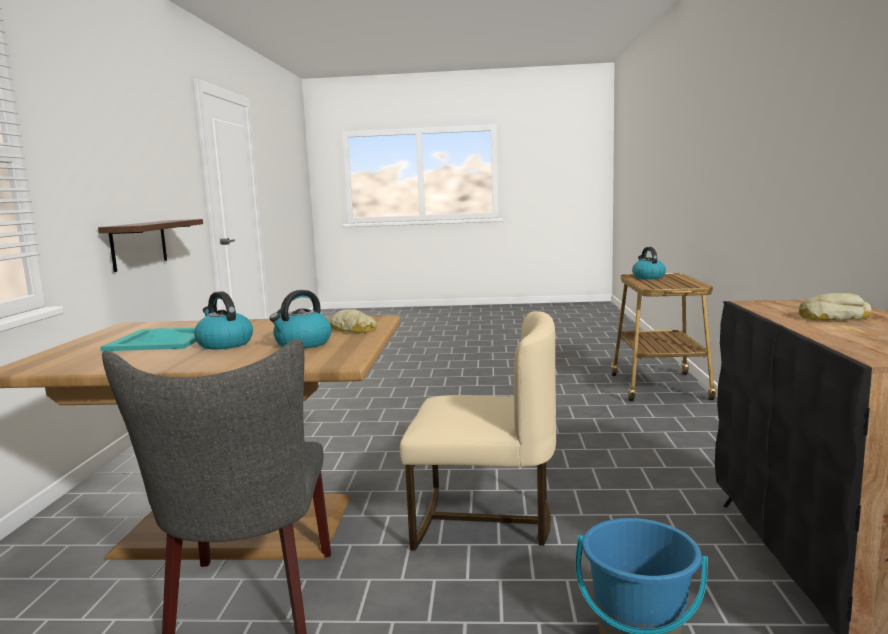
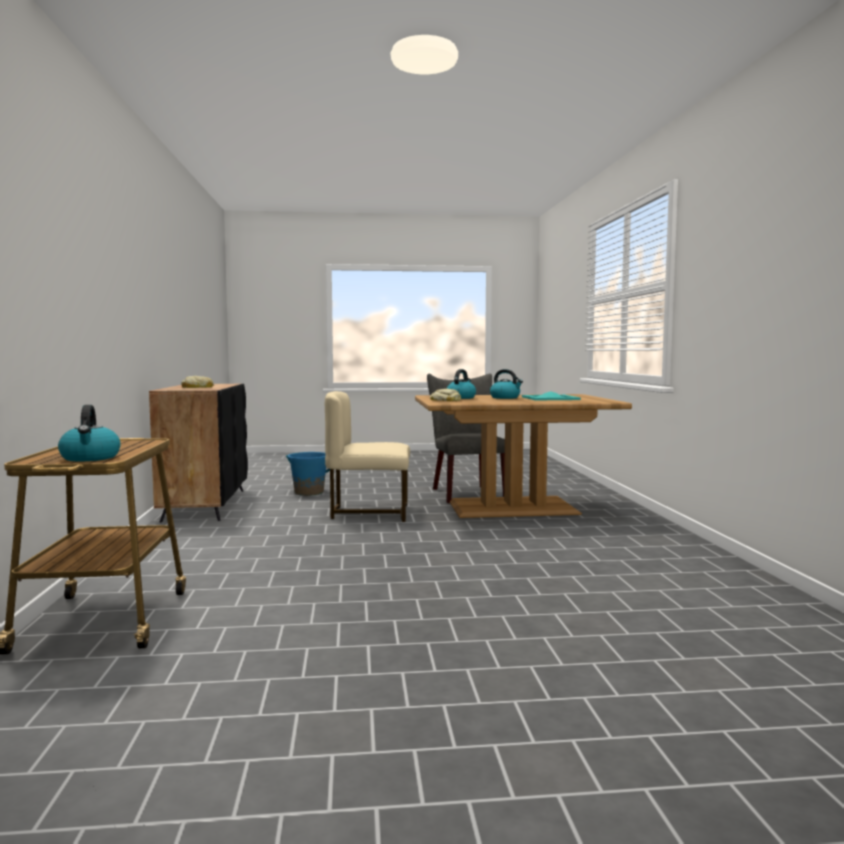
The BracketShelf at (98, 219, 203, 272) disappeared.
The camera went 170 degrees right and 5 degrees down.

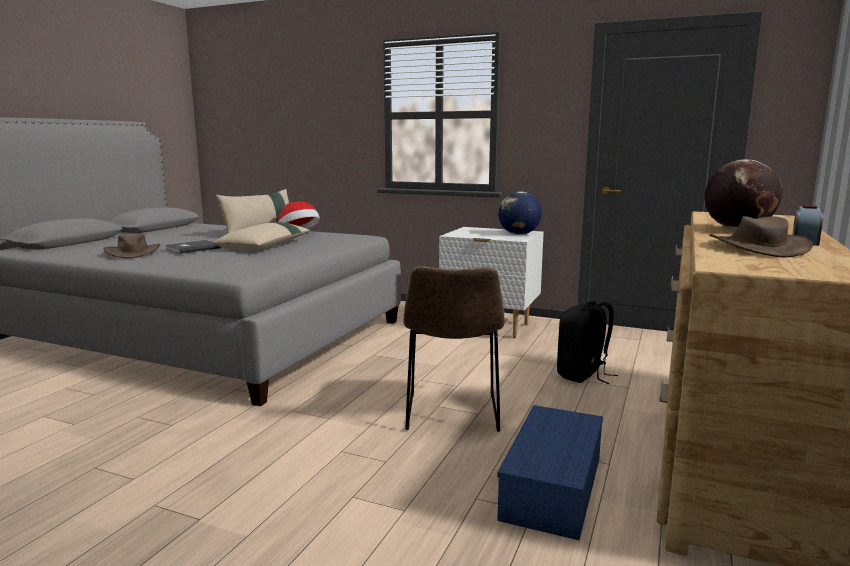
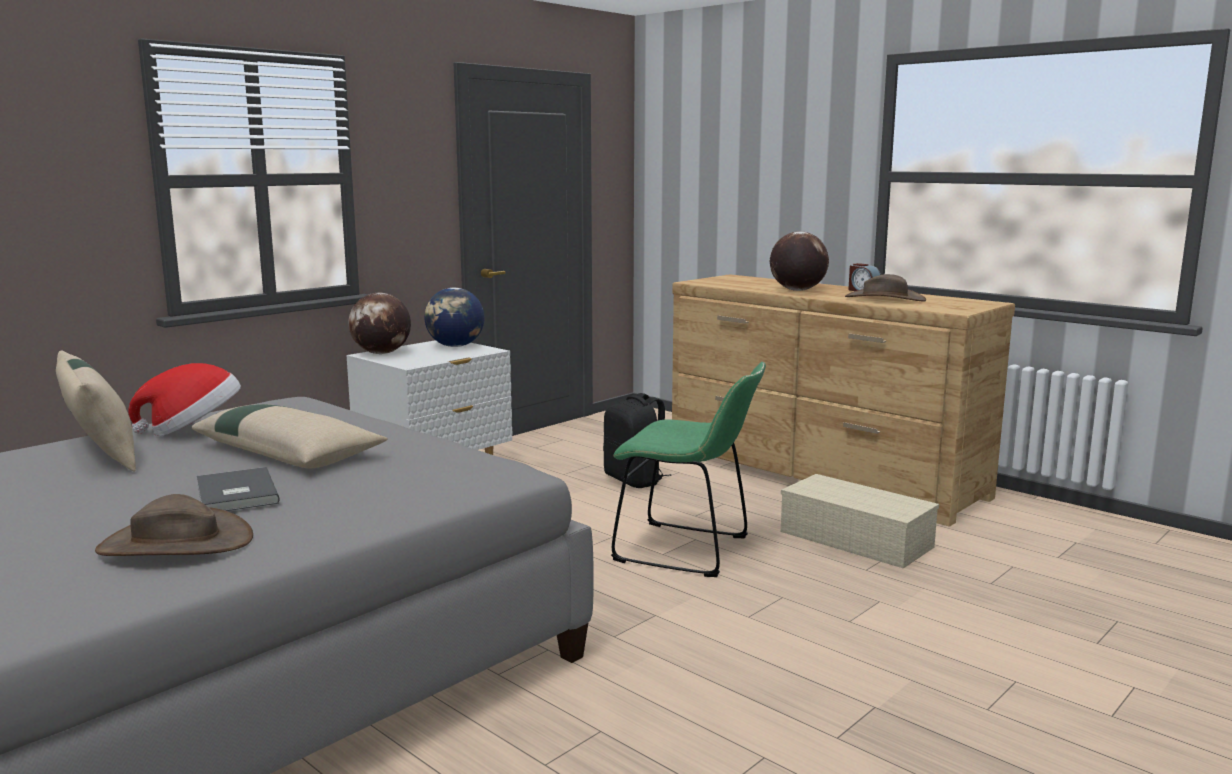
The DeskGlobe at (348, 293, 411, 354) appeared.
The BrownColouredChair at (403, 266, 505, 432) became the GreenishChair at (611, 362, 766, 577).
The BlueStorageContainer at (497, 405, 603, 540) became the BeigeColouredStorageContainer at (781, 474, 939, 568).
The camera went 70 degrees left and 0 degrees up.

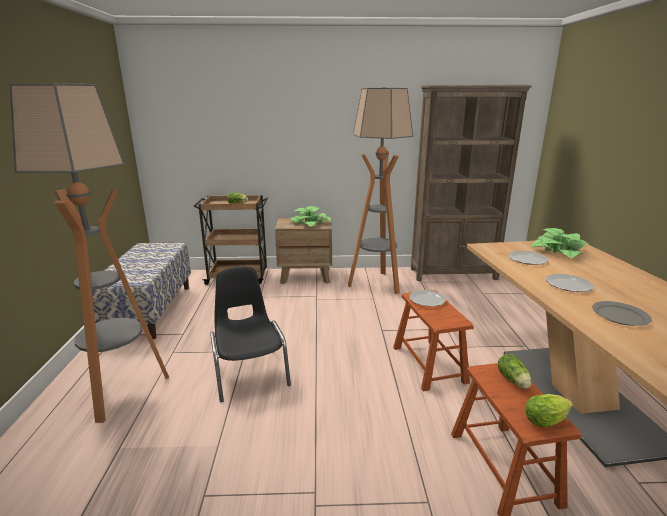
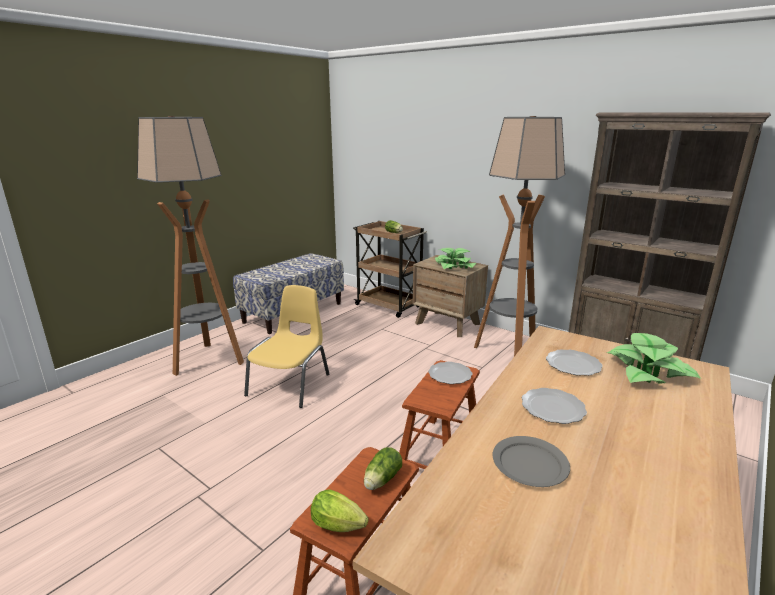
The BlackChair at (210, 267, 291, 402) became the YellowChair at (244, 285, 329, 408).
The camera went 40 degrees right and 0 degrees up.

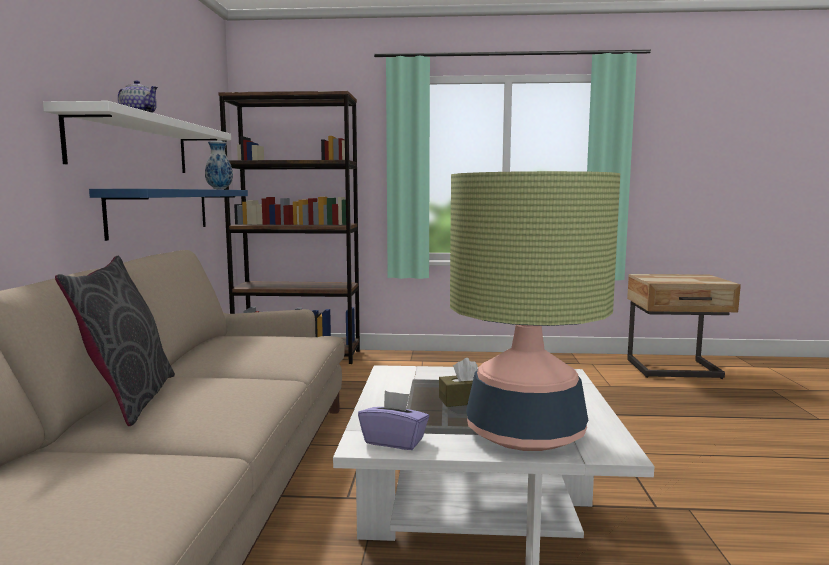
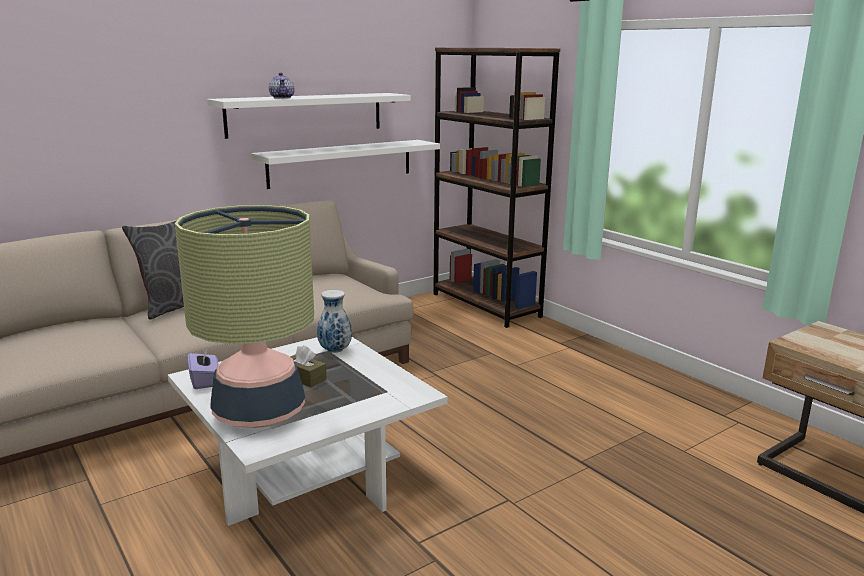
The BlueBracketShelf at (89, 189, 248, 241) became the WhitishBracketShelf at (251, 140, 440, 189).
The Vase moved from (205, 141, 233, 190) to (317, 290, 352, 353).
The camera went 50 degrees right and 10 degrees up.

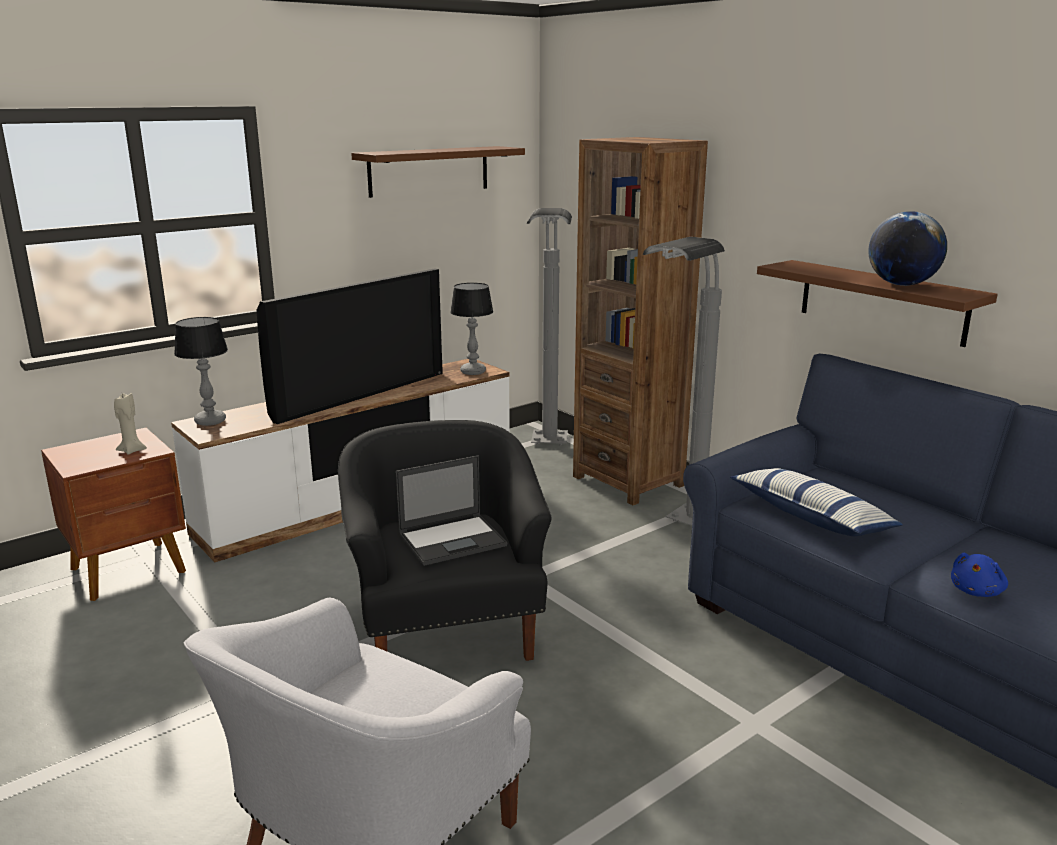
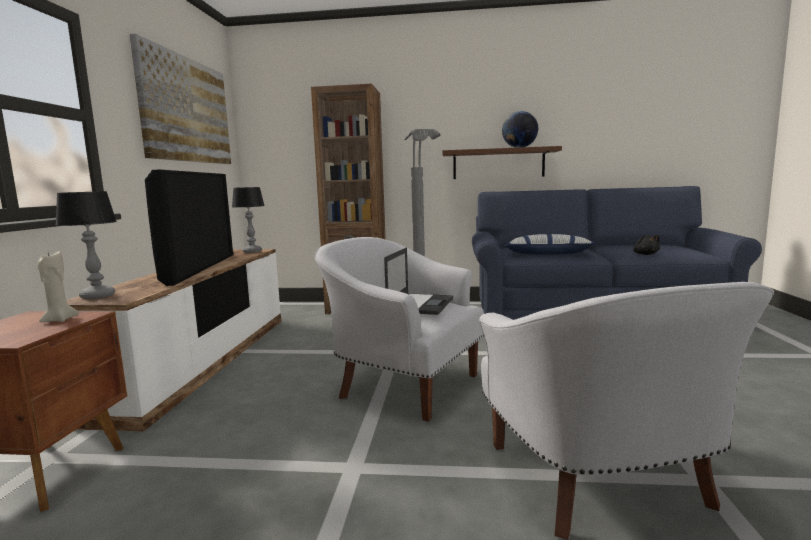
The BrownColouredBracketShelf at (351, 146, 525, 198) was replaced by the WallPicture at (130, 34, 231, 164).
The BlackArmchair at (338, 420, 552, 661) became the WhitishArmchair at (315, 237, 484, 422).
The BluePlushToy at (951, 553, 1008, 597) became the BlackPlushToy at (633, 235, 660, 255).
The GrayStandardLamp at (527, 208, 572, 446) disappeared.
The camera went 45 degrees left and 10 degrees down.

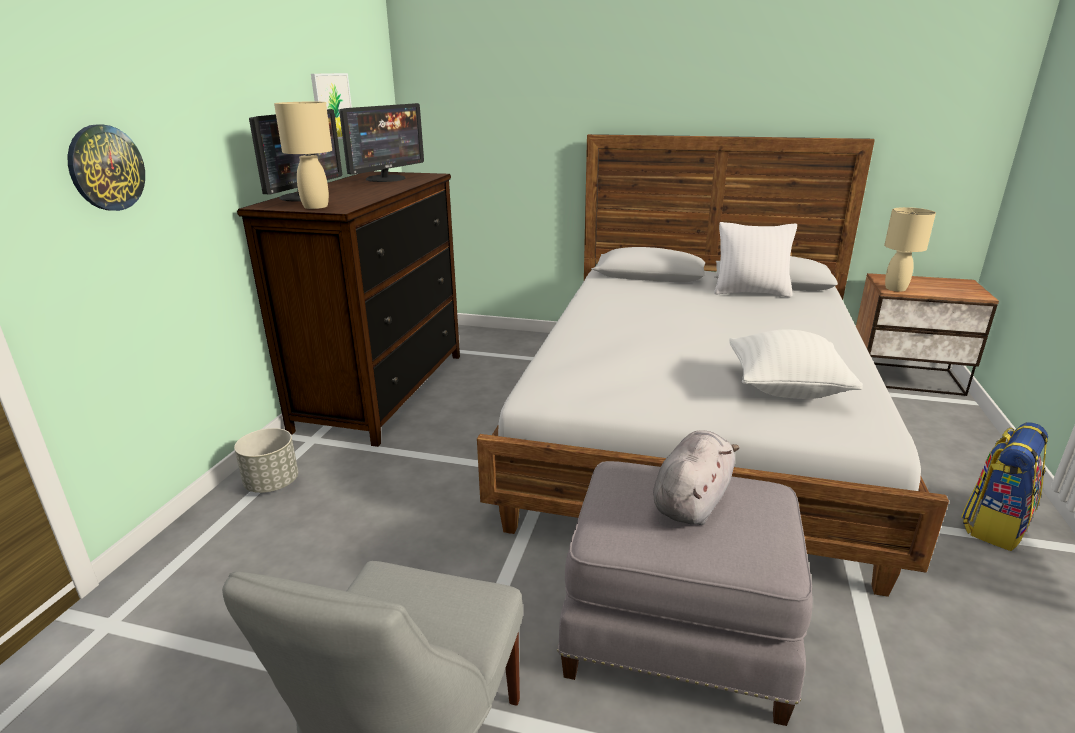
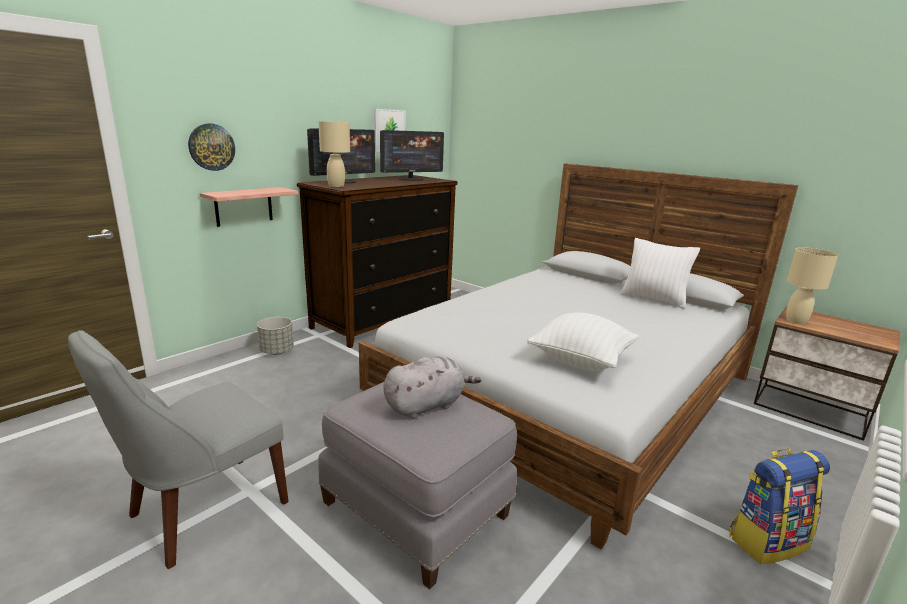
The BracketShelf at (200, 187, 299, 227) appeared.
The camera went 25 degrees right and 5 degrees down.

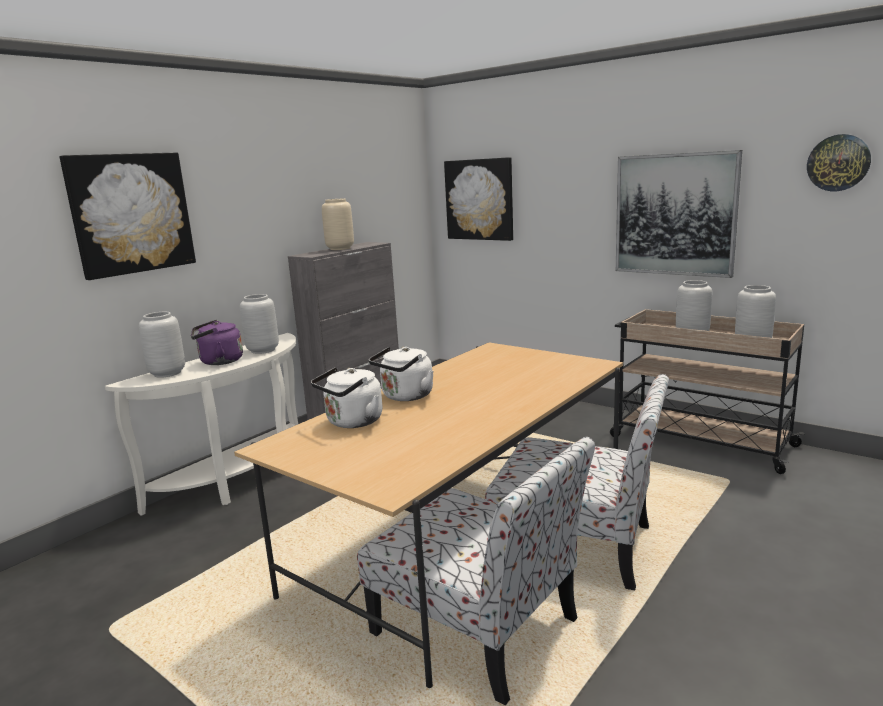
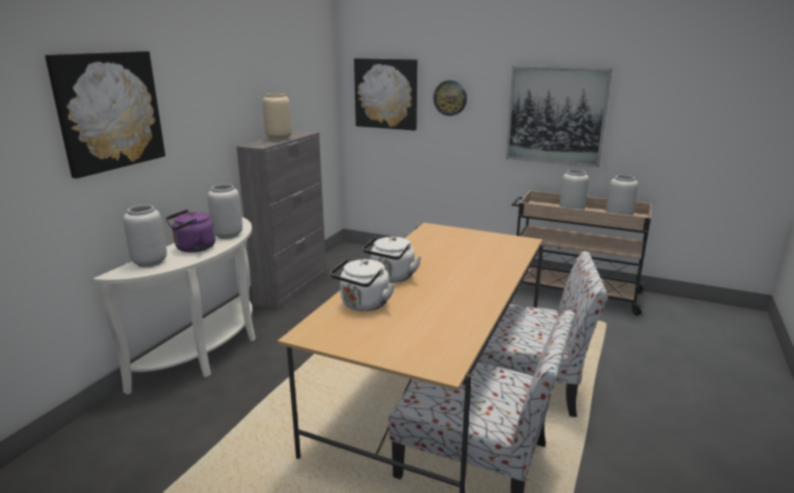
The HangingClock moved from (807, 134, 871, 191) to (433, 80, 467, 116).
The camera went 15 degrees left and 5 degrees up.

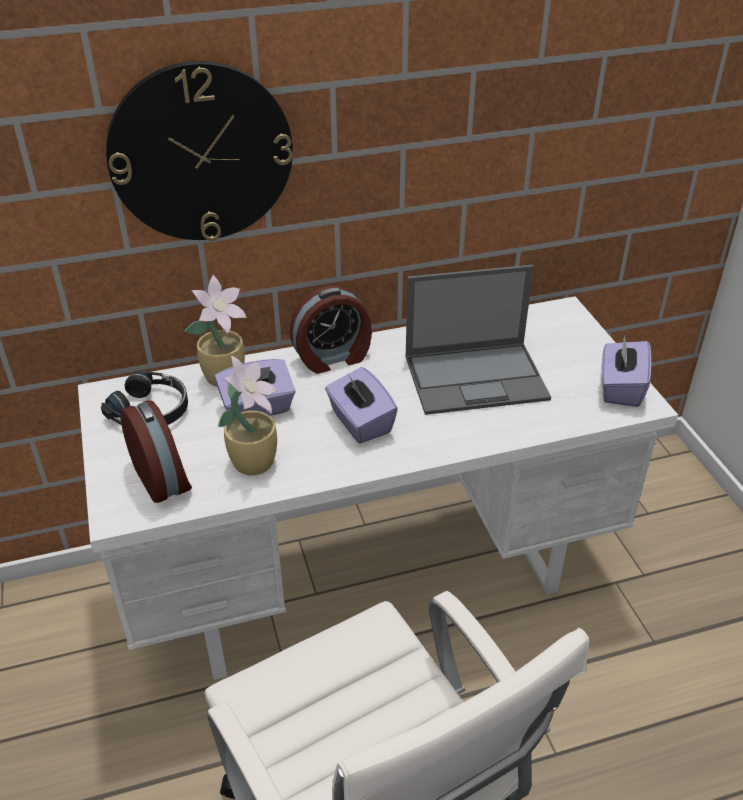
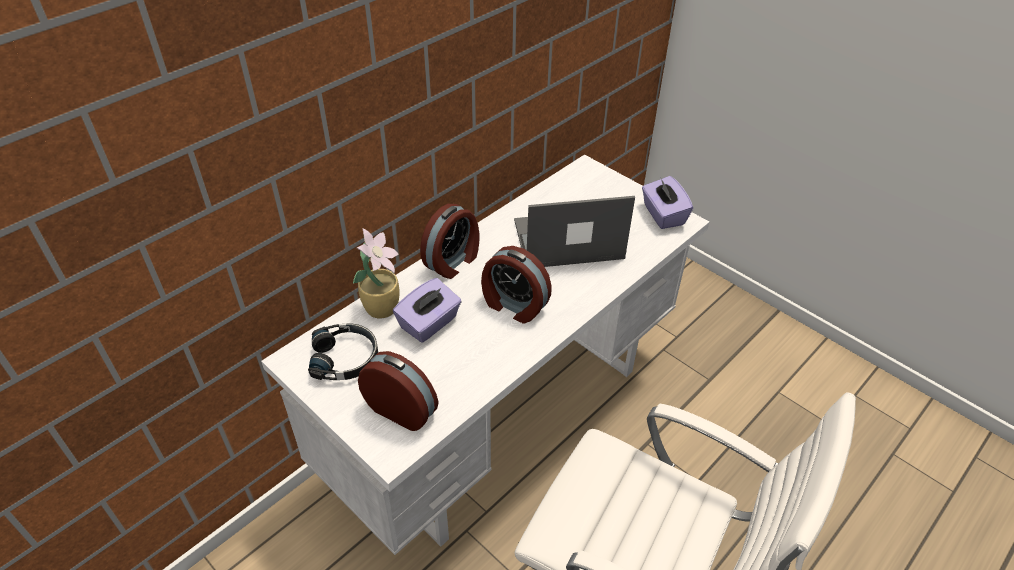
The PurpleColouredTissueBox at (325, 367, 398, 443) was replaced by the TableClock at (481, 246, 552, 324).
The PortableComputer at (405, 265, 551, 415) turned 150 degrees counterclockwise.
The HangingClock at (106, 61, 293, 241) disappeared.
The PlantInAPot at (218, 356, 277, 475) disappeared.
The camera went 30 degrees left and 5 degrees up.

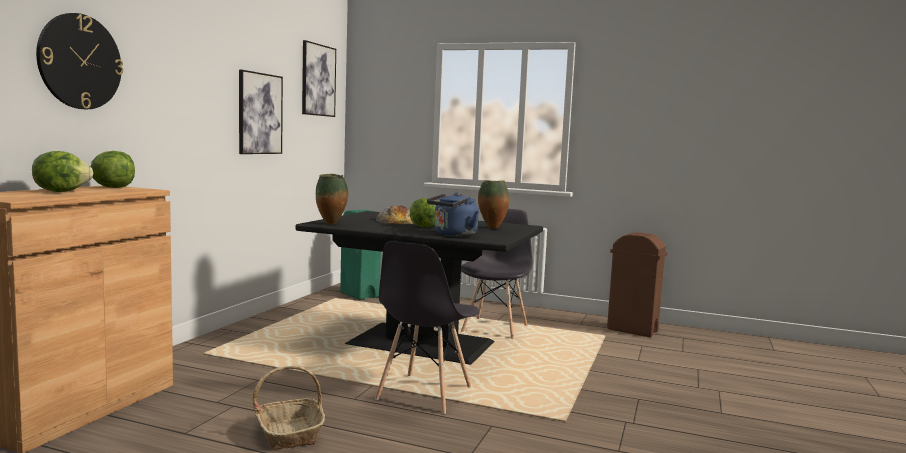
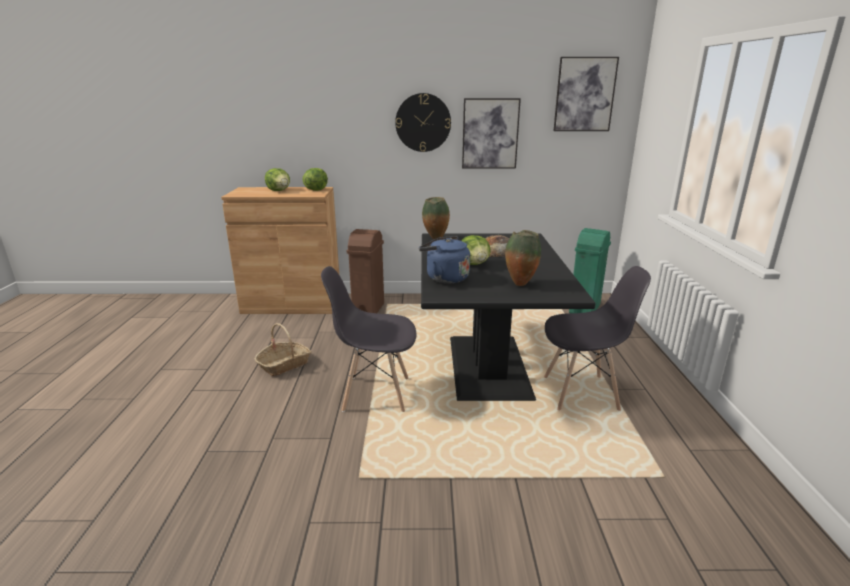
The BrownColouredWasteBin moved from (607, 232, 668, 337) to (347, 229, 384, 313).
The HangingClock moved from (36, 13, 123, 109) to (395, 93, 451, 152).
The camera went 70 degrees right and 15 degrees up.

